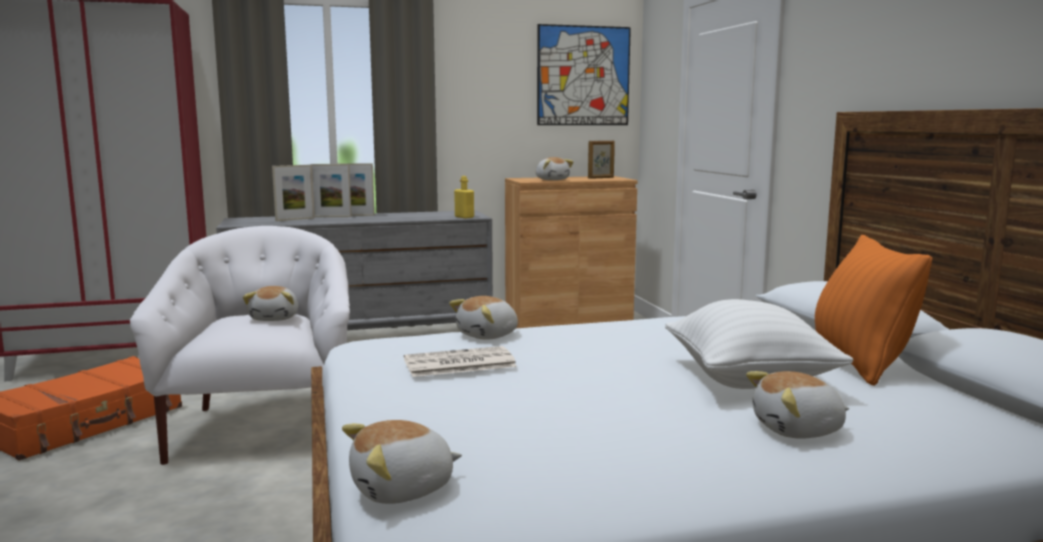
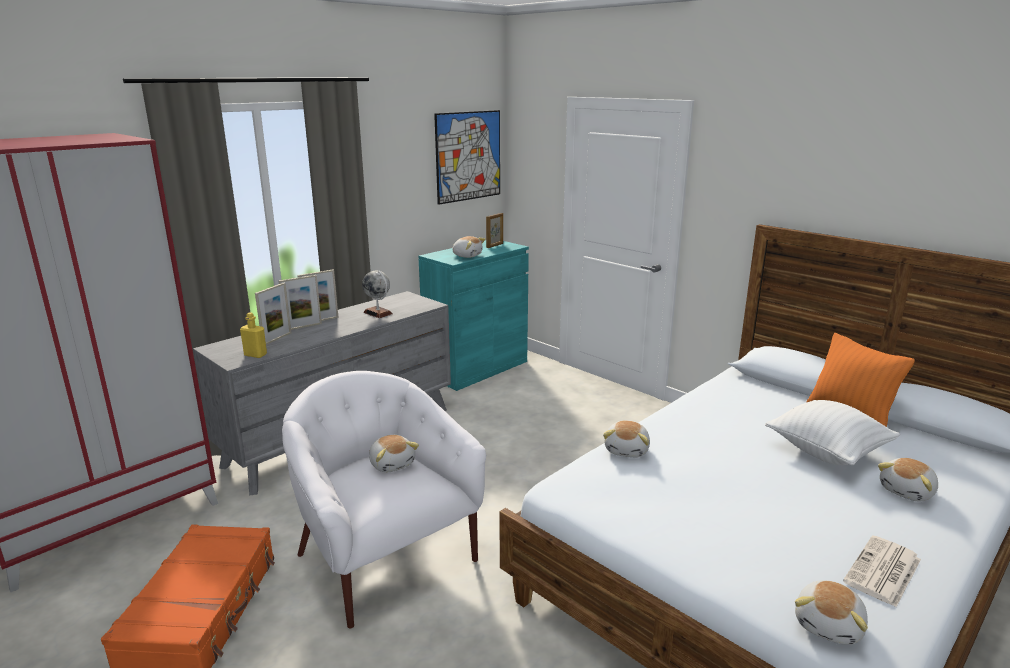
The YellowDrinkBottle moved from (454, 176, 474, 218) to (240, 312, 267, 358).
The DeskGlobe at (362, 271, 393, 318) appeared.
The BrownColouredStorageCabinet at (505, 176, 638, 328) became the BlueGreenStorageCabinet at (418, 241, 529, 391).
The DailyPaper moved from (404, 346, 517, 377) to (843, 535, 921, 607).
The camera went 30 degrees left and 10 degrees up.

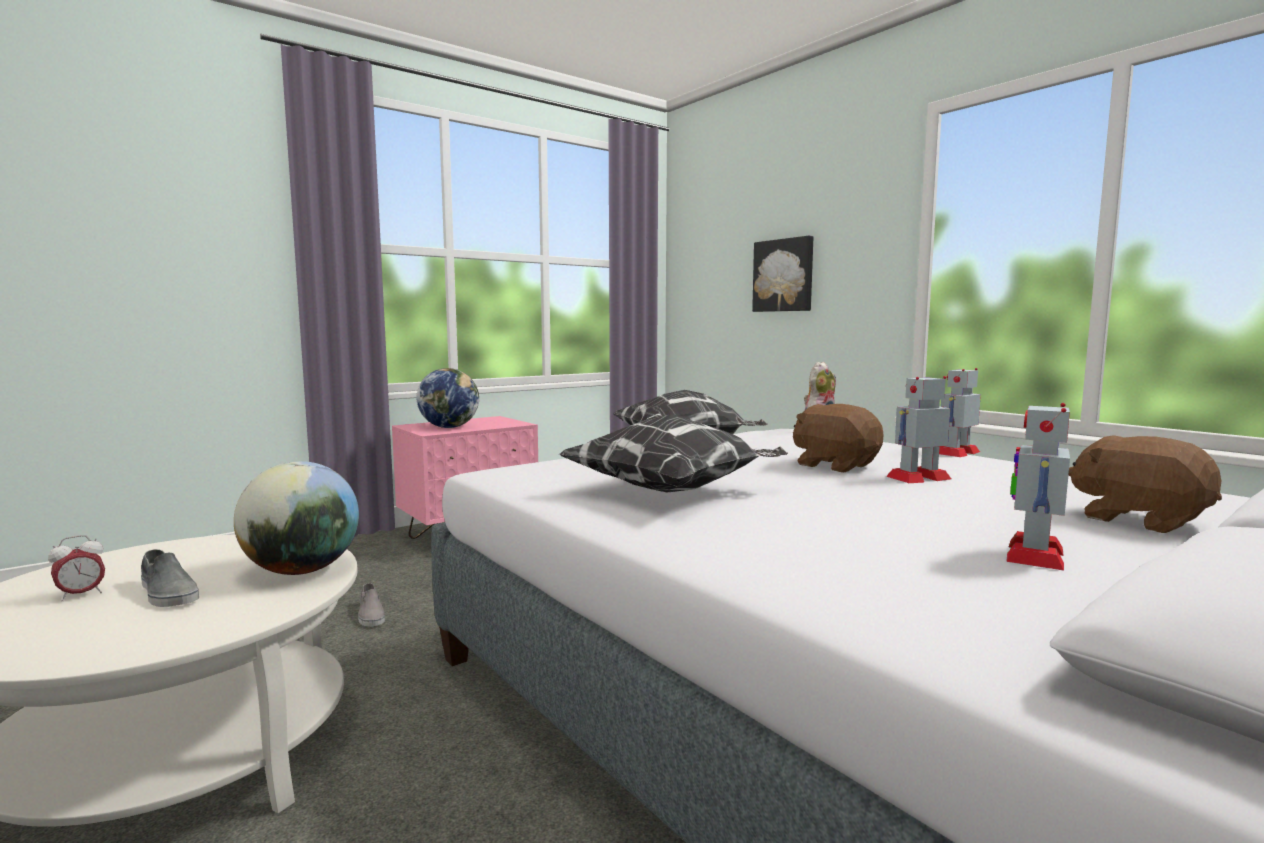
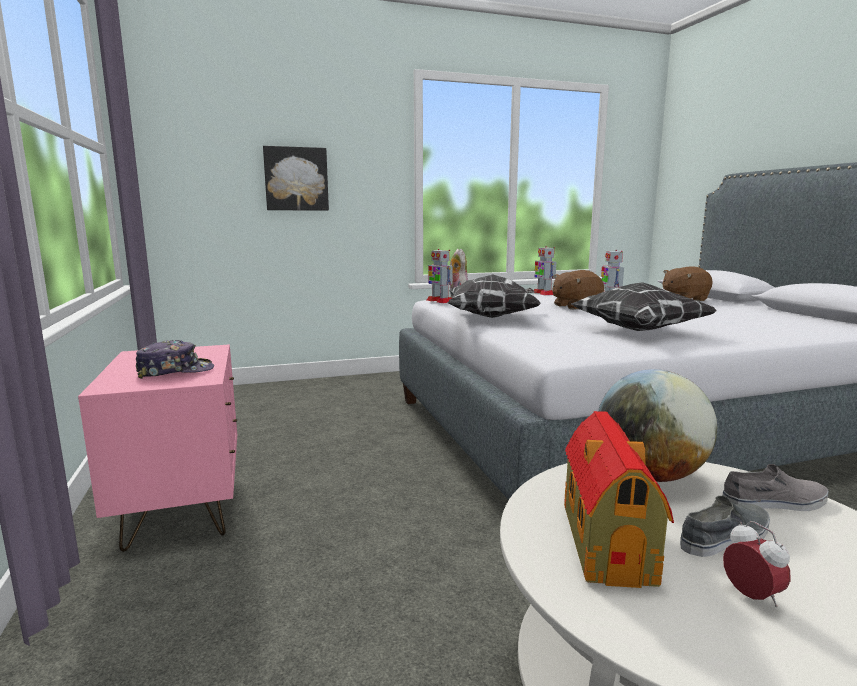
The DeskGlobe at (416, 368, 479, 428) was replaced by the PeakedCap at (136, 340, 214, 379).
The ToyRobot moved from (1006, 403, 1070, 571) to (427, 249, 453, 303).
The ToyHouse at (564, 411, 674, 588) appeared.
The GrayLowShoe moved from (358, 583, 385, 626) to (722, 464, 829, 511).
The camera went 70 degrees left and 5 degrees up.

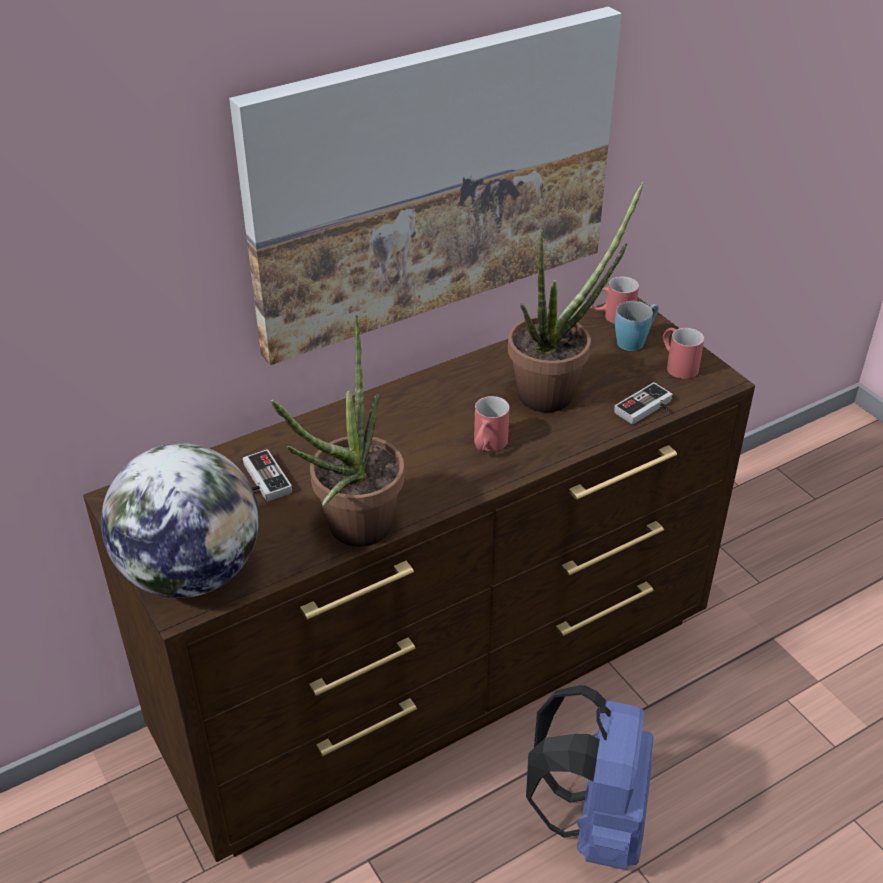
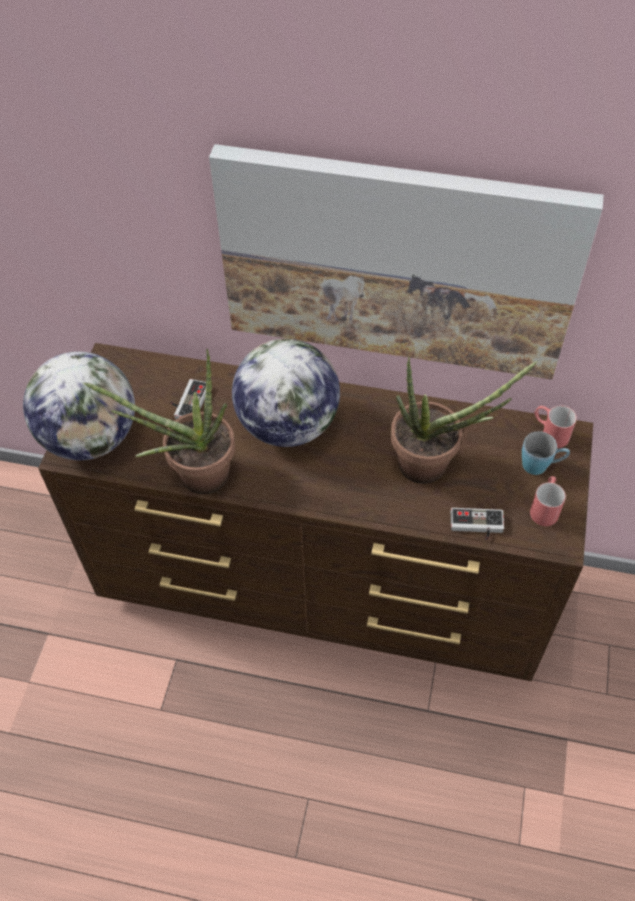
The DeskGlobe at (232, 339, 340, 447) appeared.
The RedCoffeeMug at (474, 396, 510, 451) disappeared.
The BlueRucksack at (526, 685, 653, 870) disappeared.
The camera went 45 degrees right and 15 degrees up.

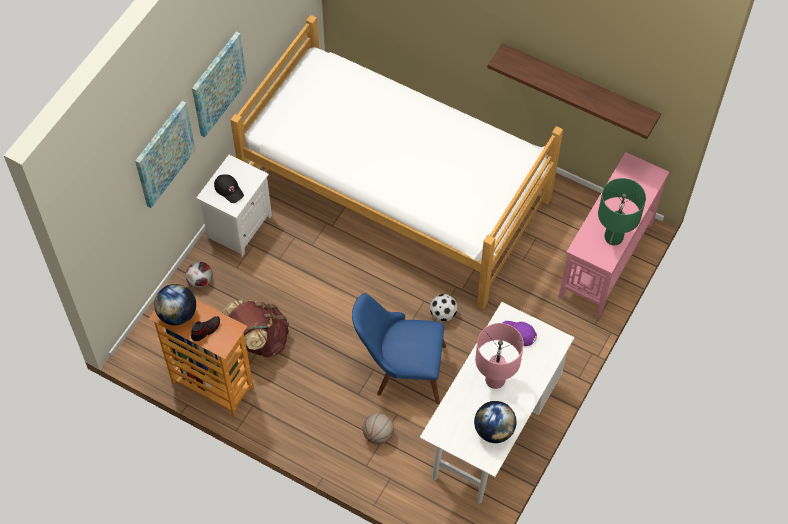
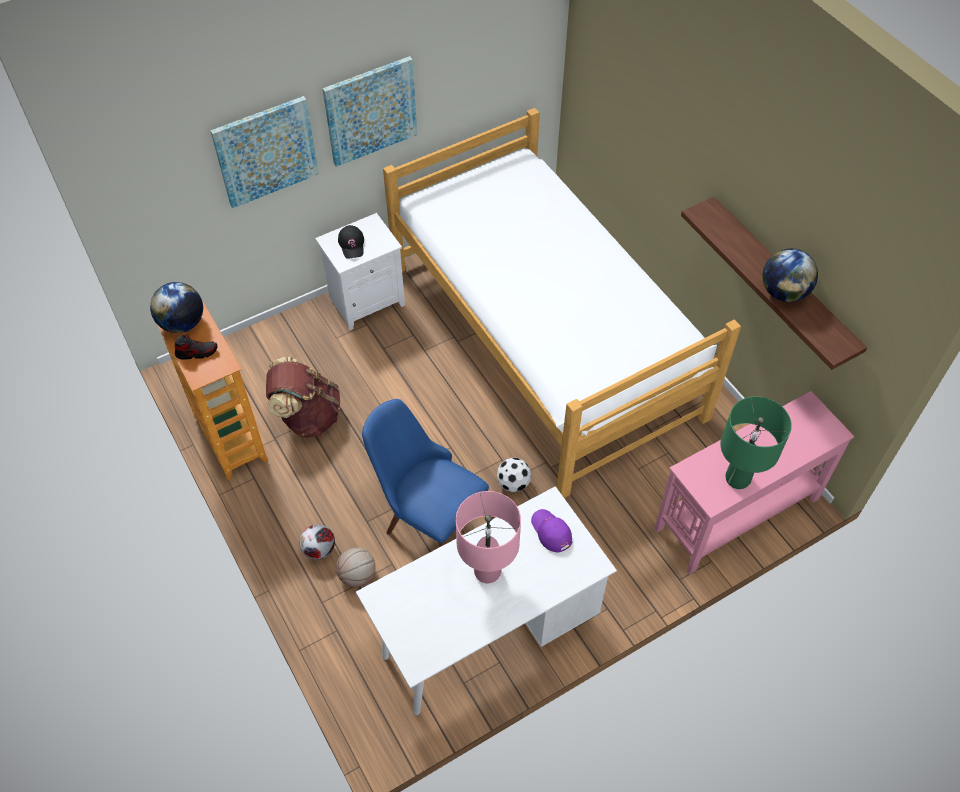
The Football moved from (186, 262, 213, 288) to (299, 525, 335, 560).
The DeskGlobe moved from (474, 401, 516, 443) to (763, 249, 818, 302).
The camera went 30 degrees right and 5 degrees down.

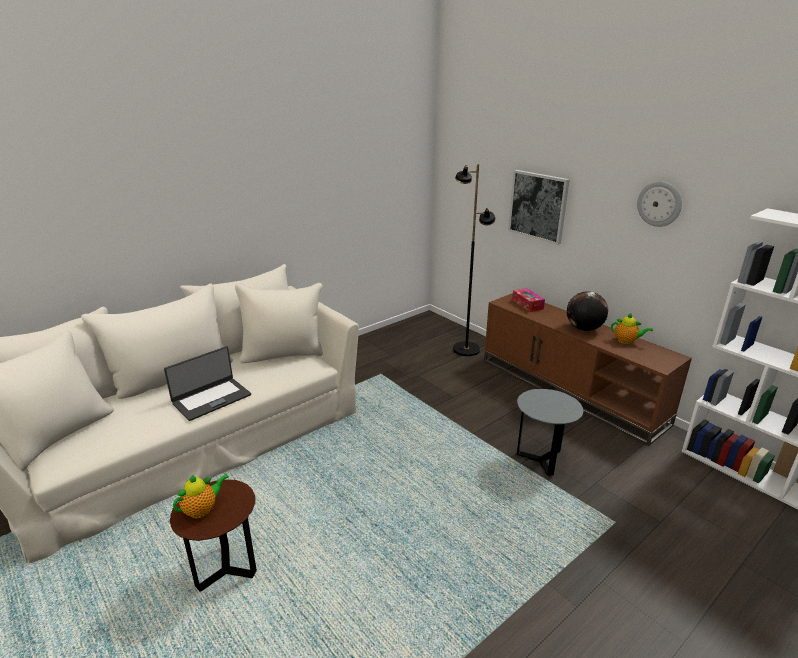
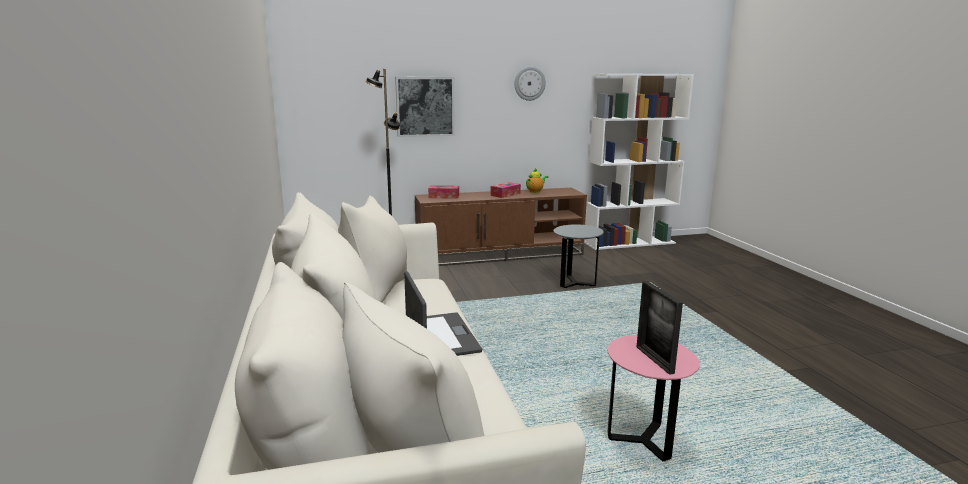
The DeskGlobe at (567, 291, 608, 331) was replaced by the TissueBox at (491, 182, 521, 198).
The BrownColouredSideTable at (170, 480, 257, 591) became the PinkSideTable at (607, 335, 700, 461).
The PotForTea at (173, 474, 229, 518) was replaced by the PhotoFrame at (637, 281, 683, 375).
The camera went 65 degrees left and 10 degrees down.

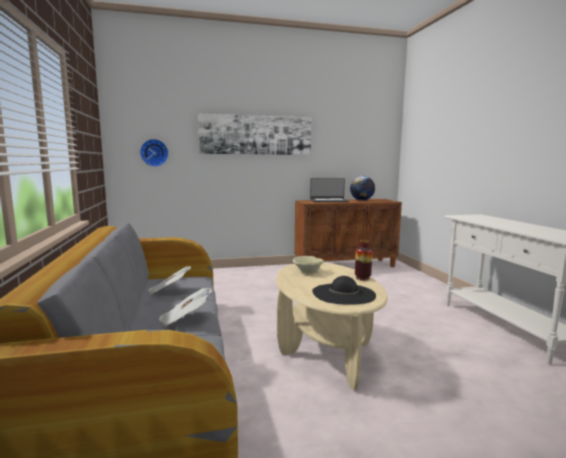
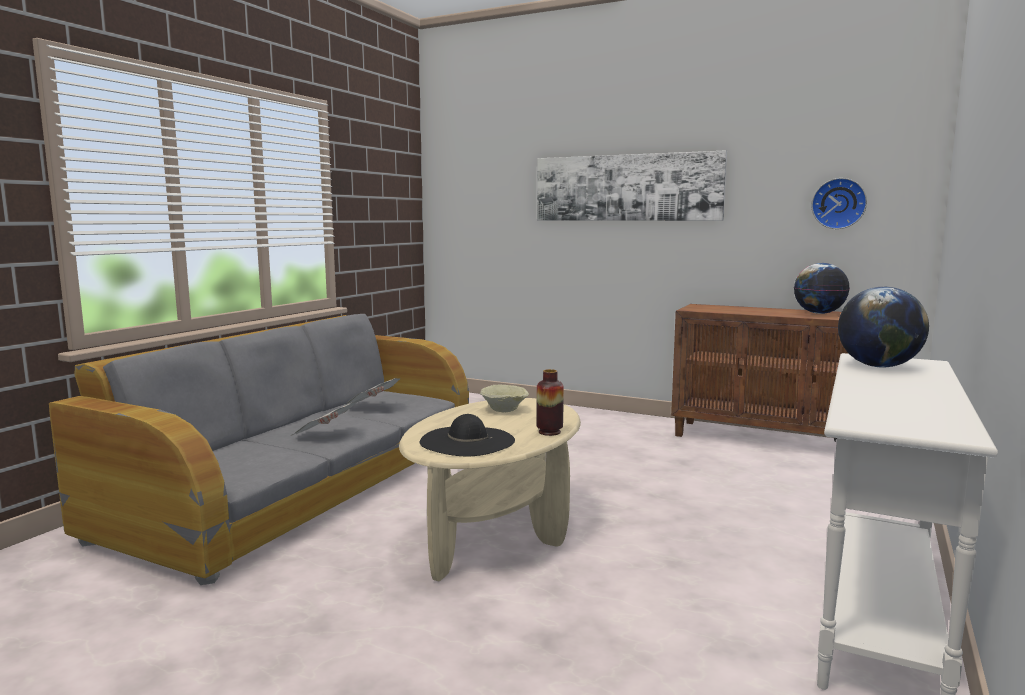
The HangingClock moved from (140, 139, 169, 167) to (811, 178, 867, 229).
The DeskGlobe at (838, 287, 929, 368) appeared.
The PortableComputer at (310, 178, 349, 202) disappeared.
The camera went 40 degrees right and 0 degrees up.

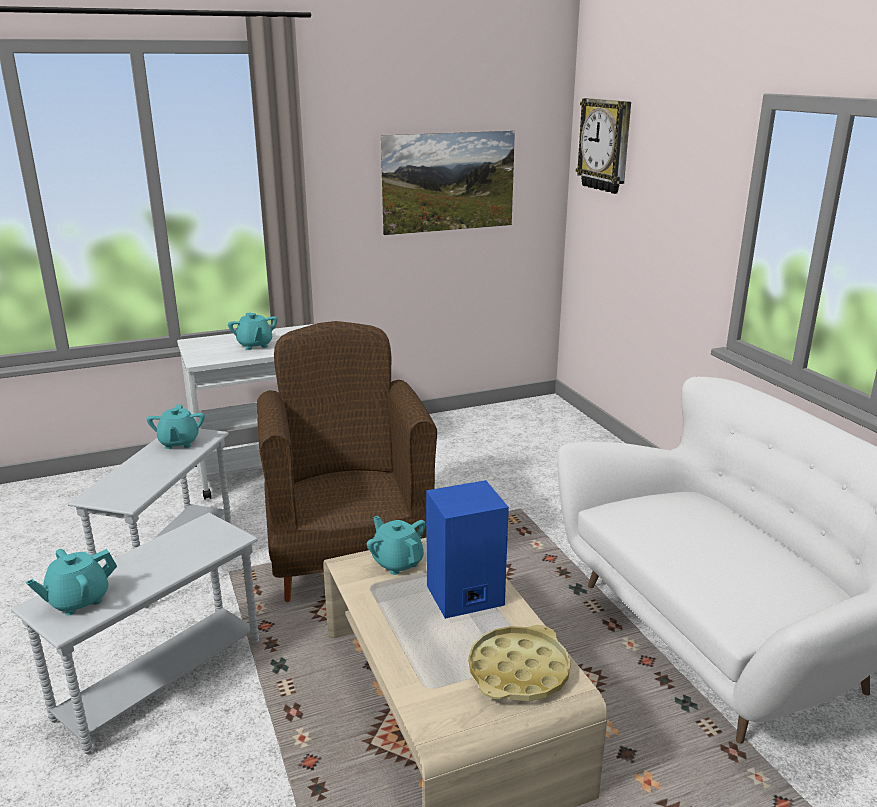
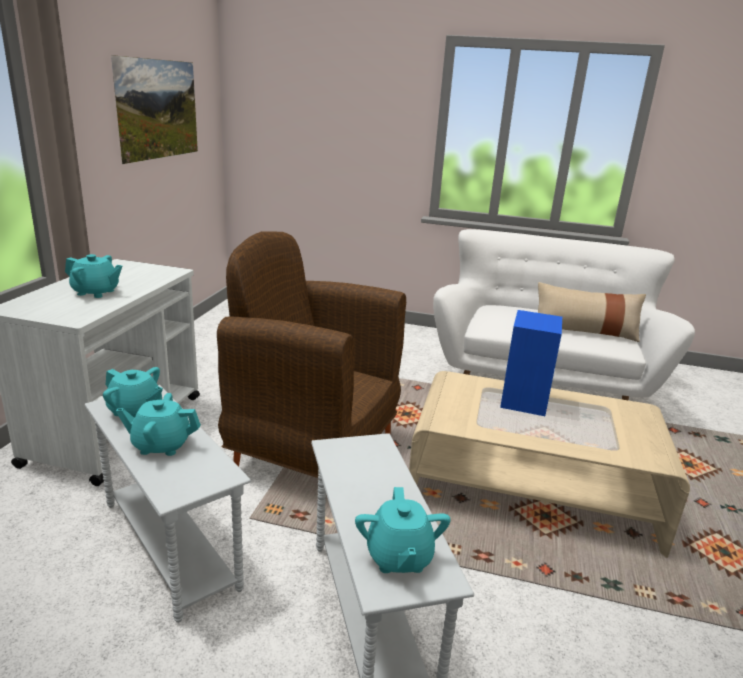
The BlueGreenPotForTea moved from (367, 516, 425, 575) to (116, 393, 201, 456).
The BeigeColouredPillow at (538, 282, 646, 342) appeared.
The YellowServingTray at (468, 625, 571, 701) disappeared.
The HangingClock at (576, 98, 631, 194) disappeared.
The camera went 55 degrees left and 0 degrees up.

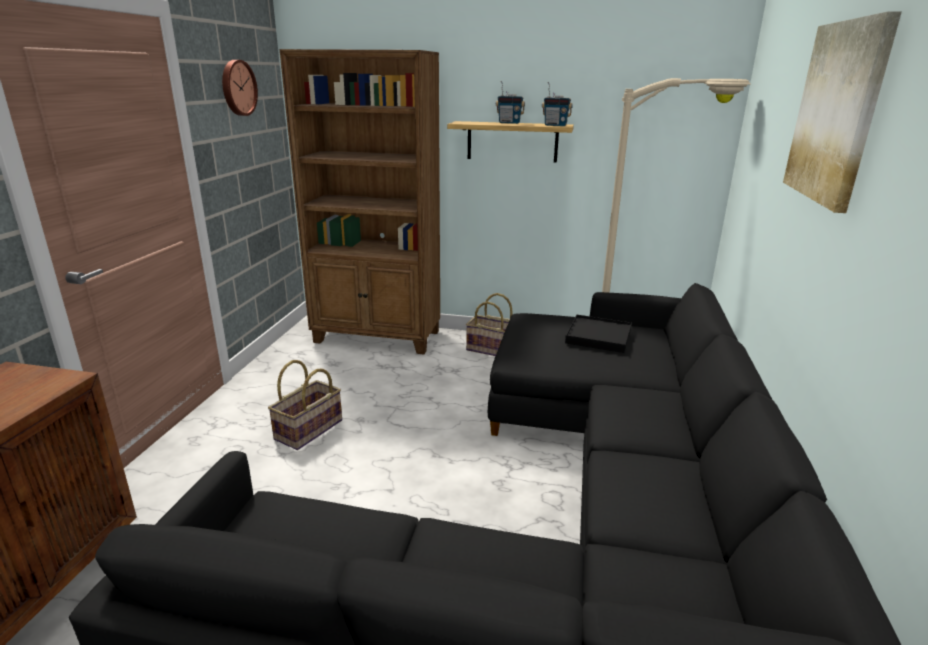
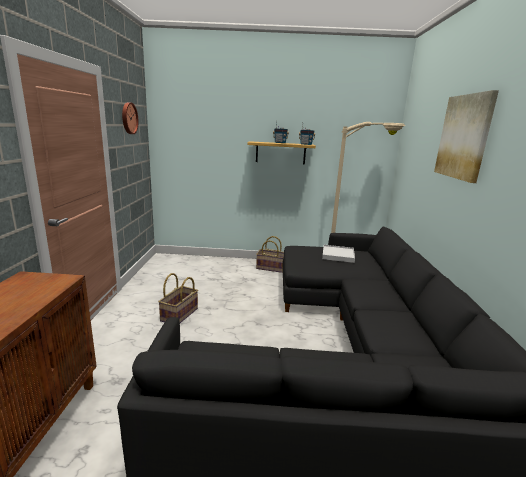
The BlackServingTray at (565, 315, 632, 353) became the WhitishServingTray at (322, 245, 355, 263).
The BrownColouredShelvingUnit at (280, 49, 440, 354) disappeared.
The camera went 10 degrees left and 5 degrees down.

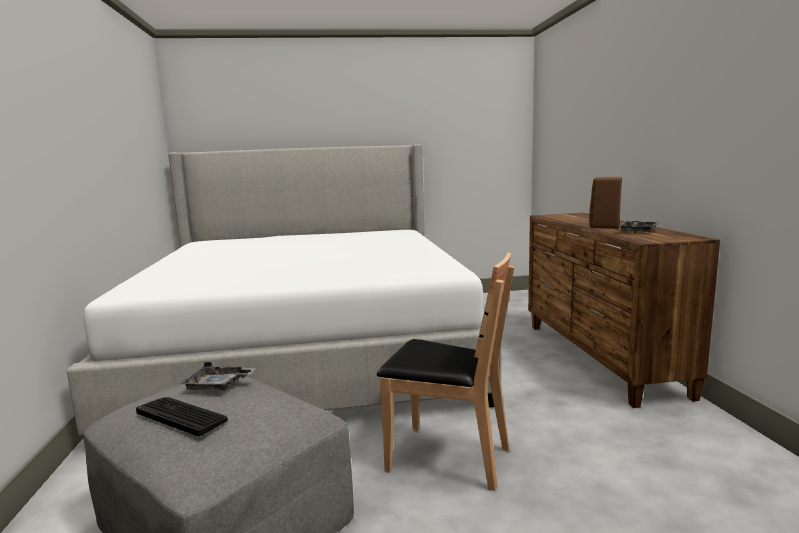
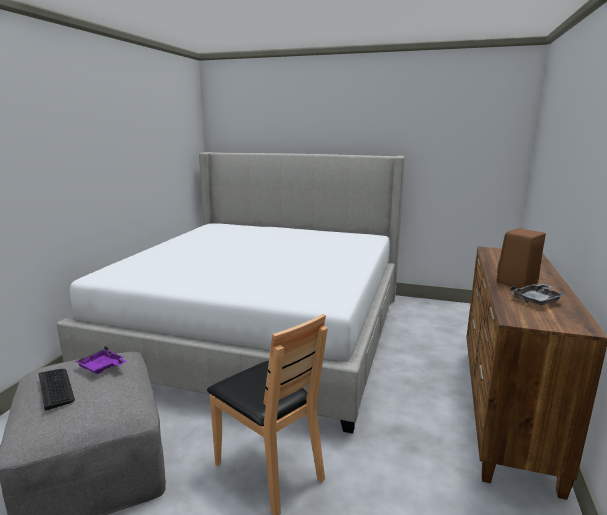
The GrayServingTray at (181, 362, 256, 391) became the PurpleColouredServingTray at (75, 346, 127, 374).
The camera went 25 degrees right and 5 degrees up.

